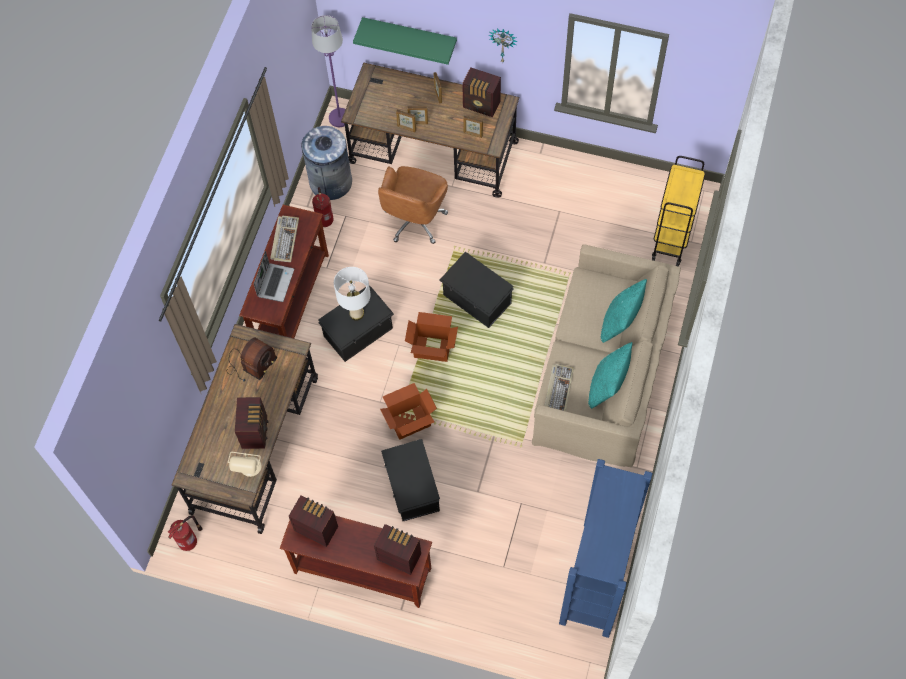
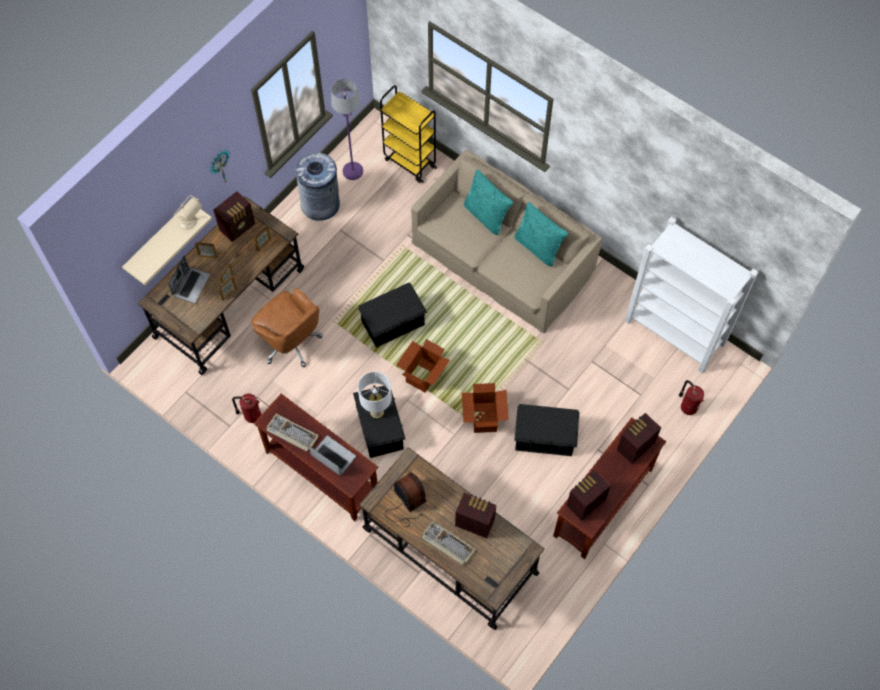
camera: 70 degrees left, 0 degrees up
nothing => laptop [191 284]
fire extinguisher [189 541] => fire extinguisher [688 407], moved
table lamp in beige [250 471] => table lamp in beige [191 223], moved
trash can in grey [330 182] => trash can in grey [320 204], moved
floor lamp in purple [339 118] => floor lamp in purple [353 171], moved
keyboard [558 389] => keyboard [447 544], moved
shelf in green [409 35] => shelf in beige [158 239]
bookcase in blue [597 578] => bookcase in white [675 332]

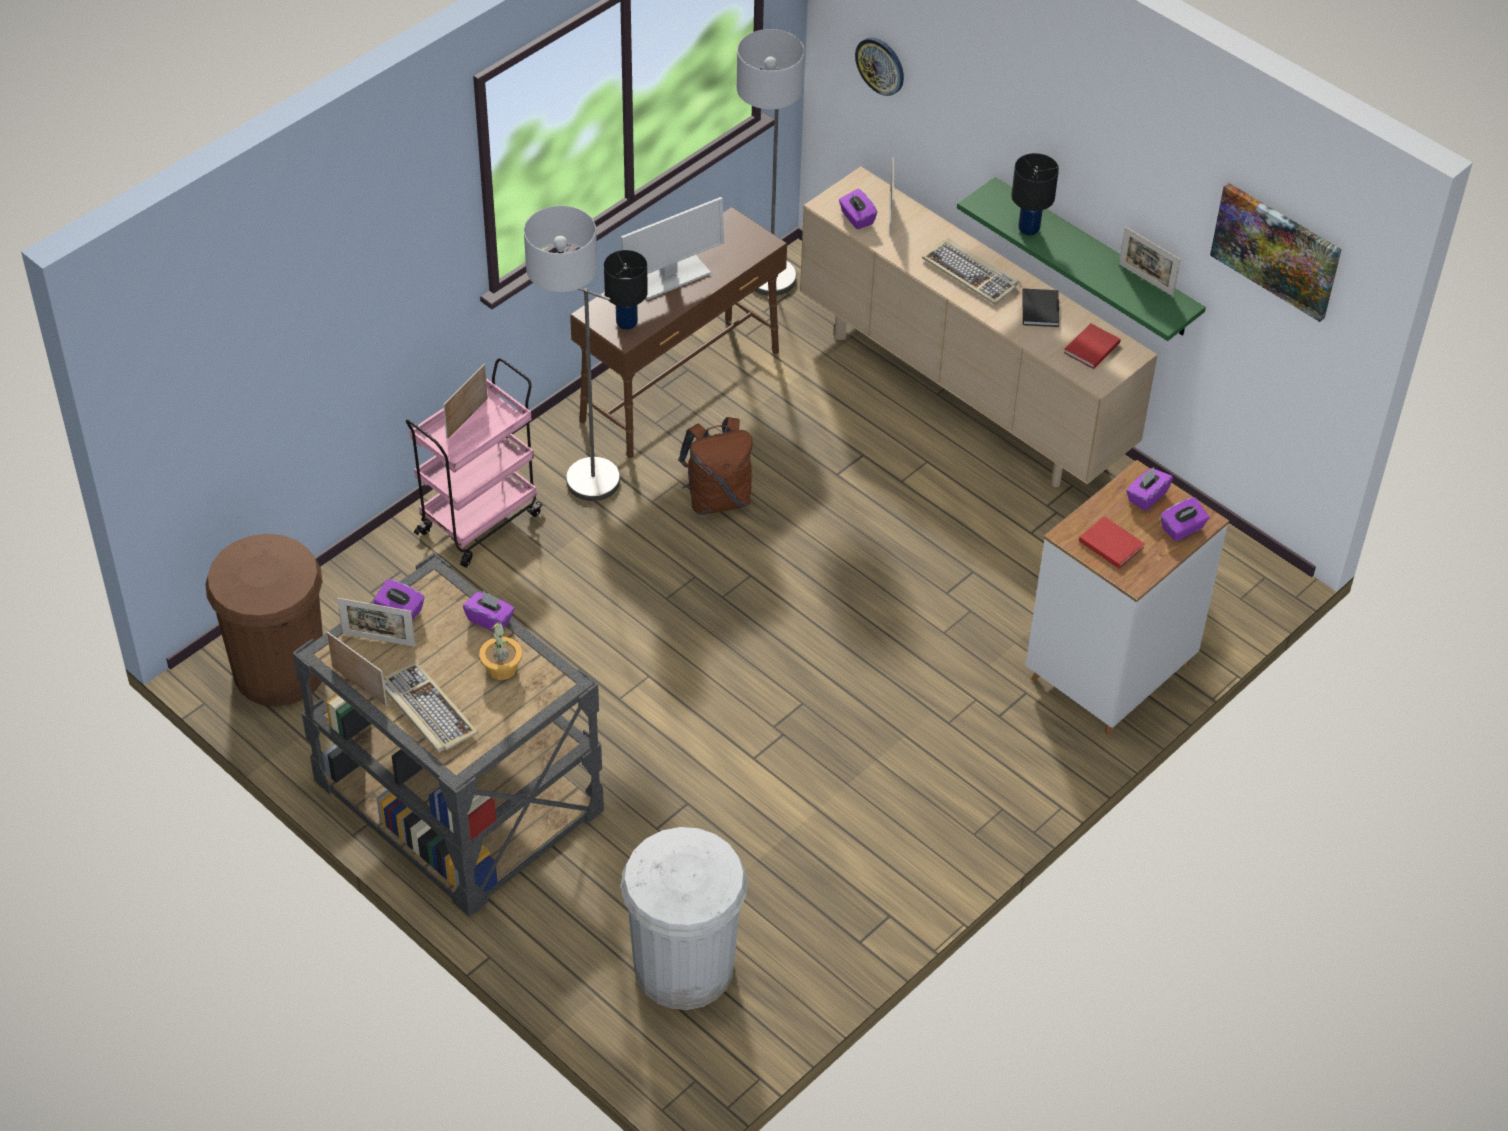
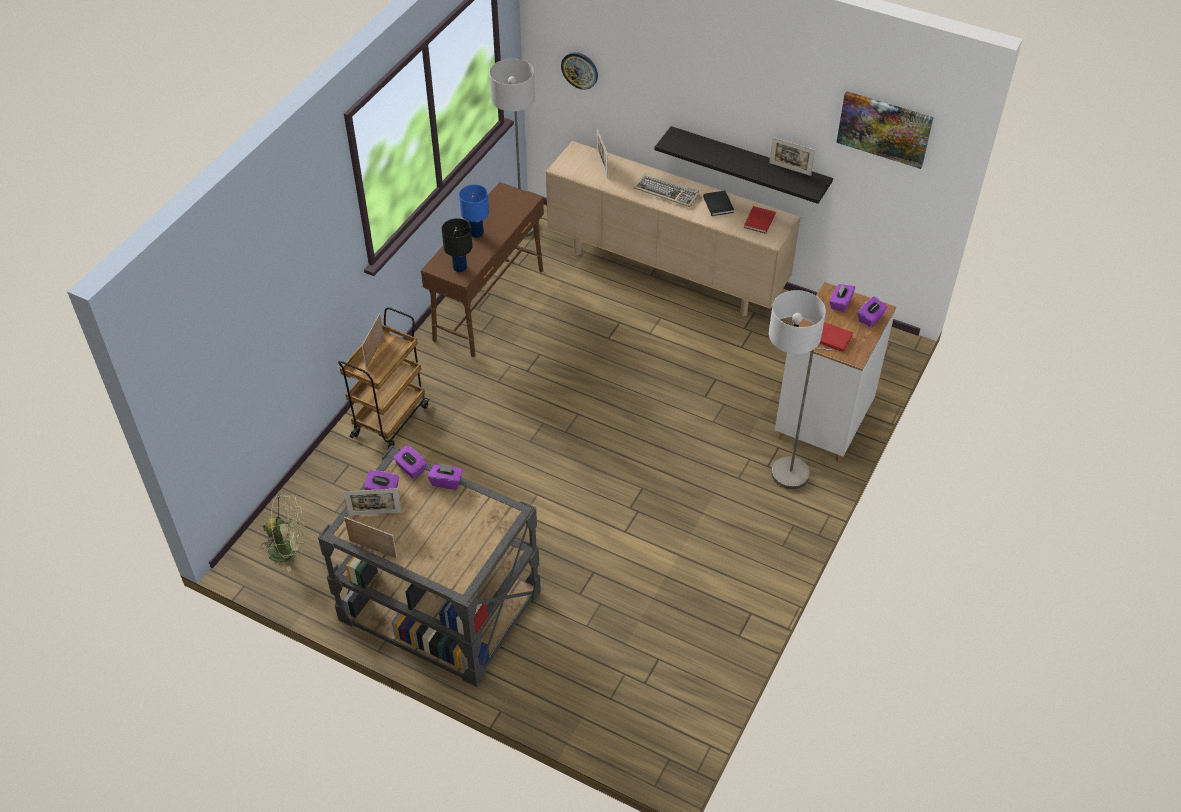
camera: 15 degrees left, 0 degrees up
keyboard [426 710] => nothing
potted plant [502 668] => nothing
trash can in white [684 967] => nothing
backpack in brown [717 499] => nothing
table lamp in black [1030 230] => nothing
floor lamp in grey [578 475] => floor lamp in grey [778 472], moved
tissue box in purple [856 218] => tissue box in purple [411 468], moved
trash can in brown [279 670] => fan in green [289 550]
monitor [669 277] => table lamp in blue [476 233]
cart in pink [481 523] => cart in brown [391 420]
shelf in green [1095 259] => shelf in black [749 164]

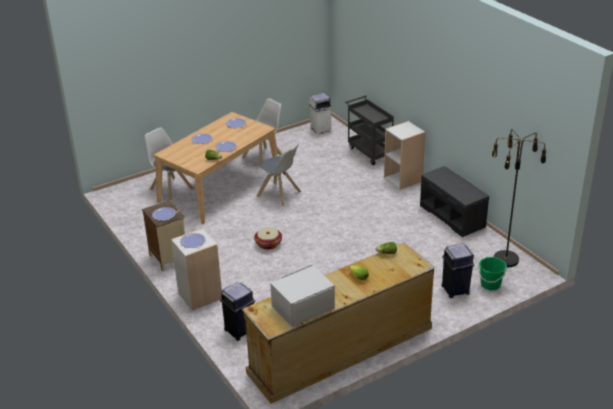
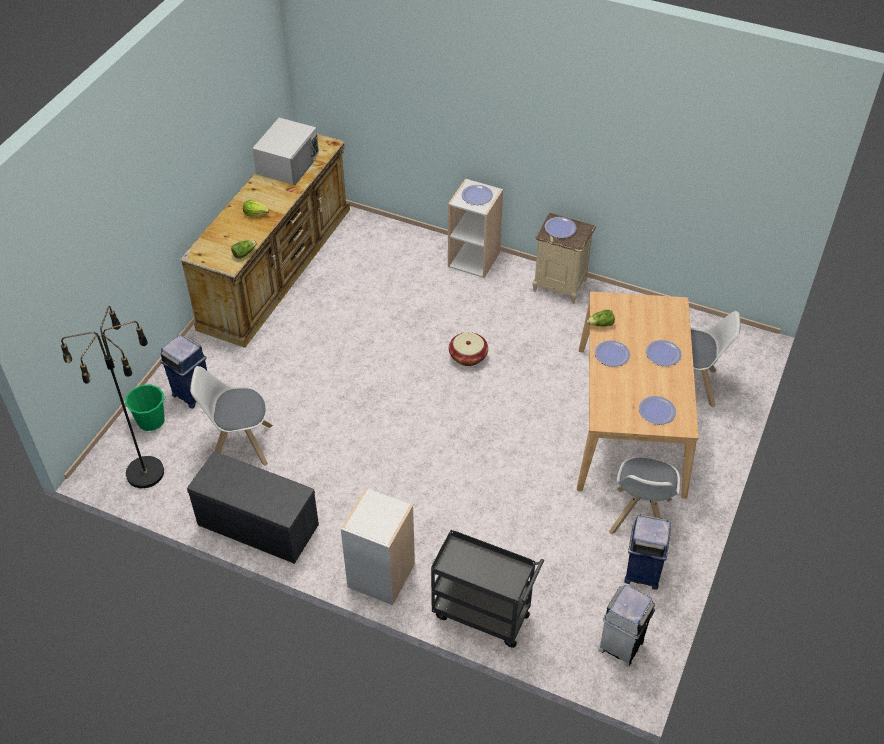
camera: 145 degrees right, 15 degrees up
trash can in blue [240 330] => trash can in blue [642 572], moved
chair [280 194] => chair [239 444], moved

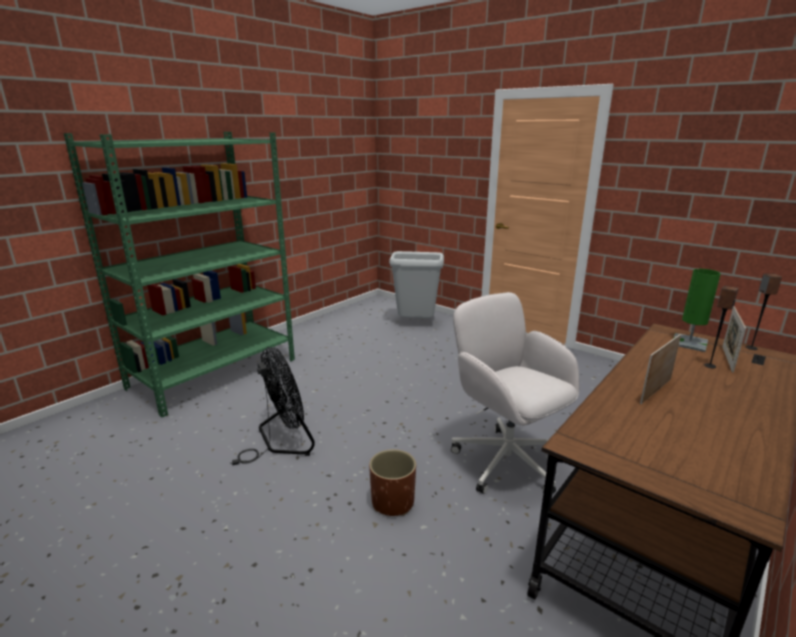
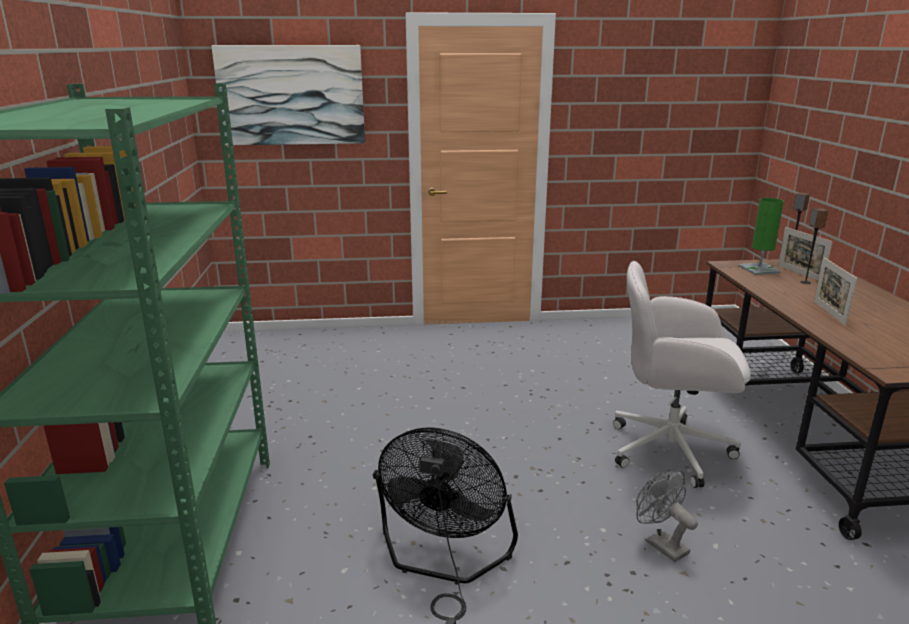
camera: 45 degrees left, 0 degrees up
trash can in grey [416 323] => nothing
nothing => picture [291 95]
planter in brown [392 502] => fan in grey [661 544]

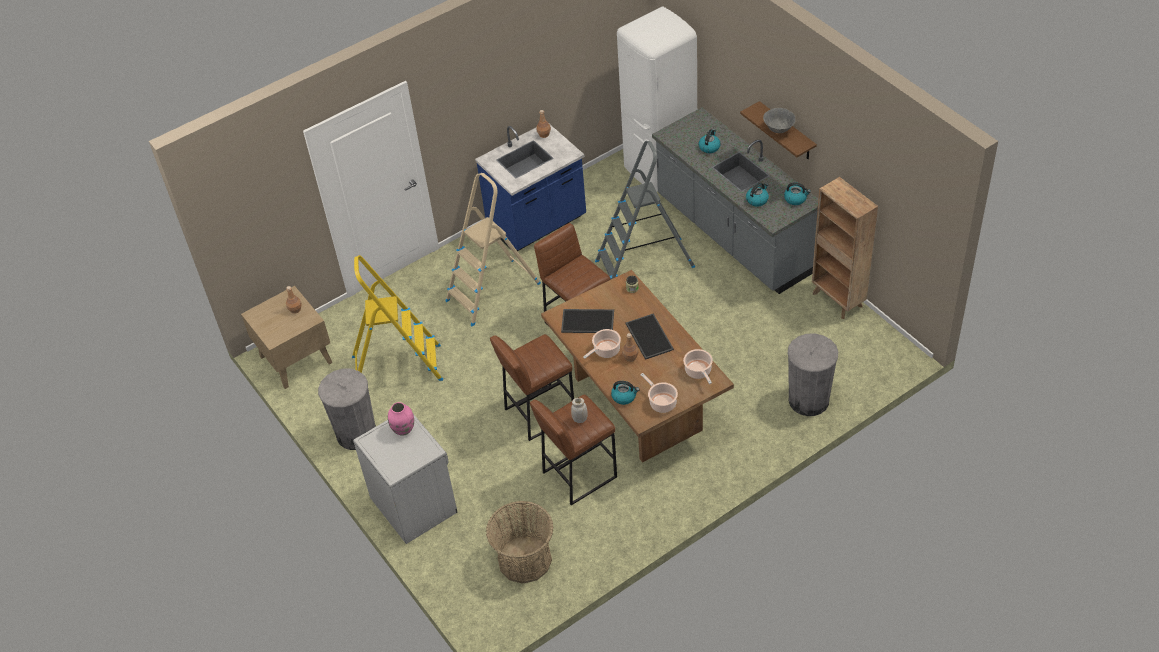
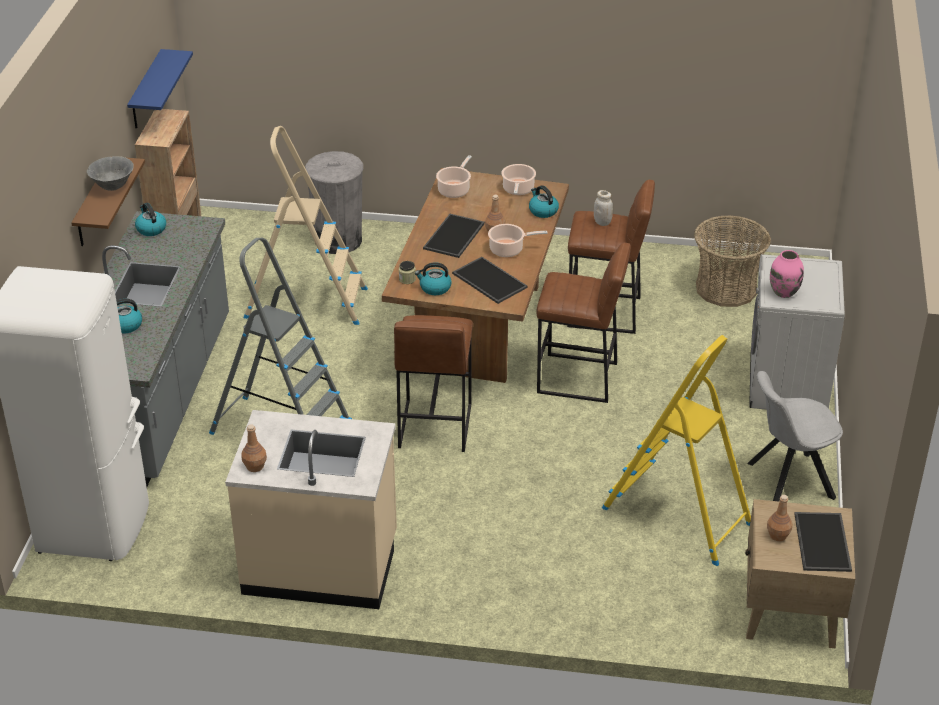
camera: 140 degrees left, 10 degrees down
nothing => shelf in blue [146 91]
nothing => tray [821 541]
step ladder in beige [492 292] => step ladder in beige [307 303], moved
kettle [757 200] => kettle [434 288], moved
trash can in grey [356 433] => chair in grey [788 481]
counter in blue [537 224] => counter in beige [320 565]

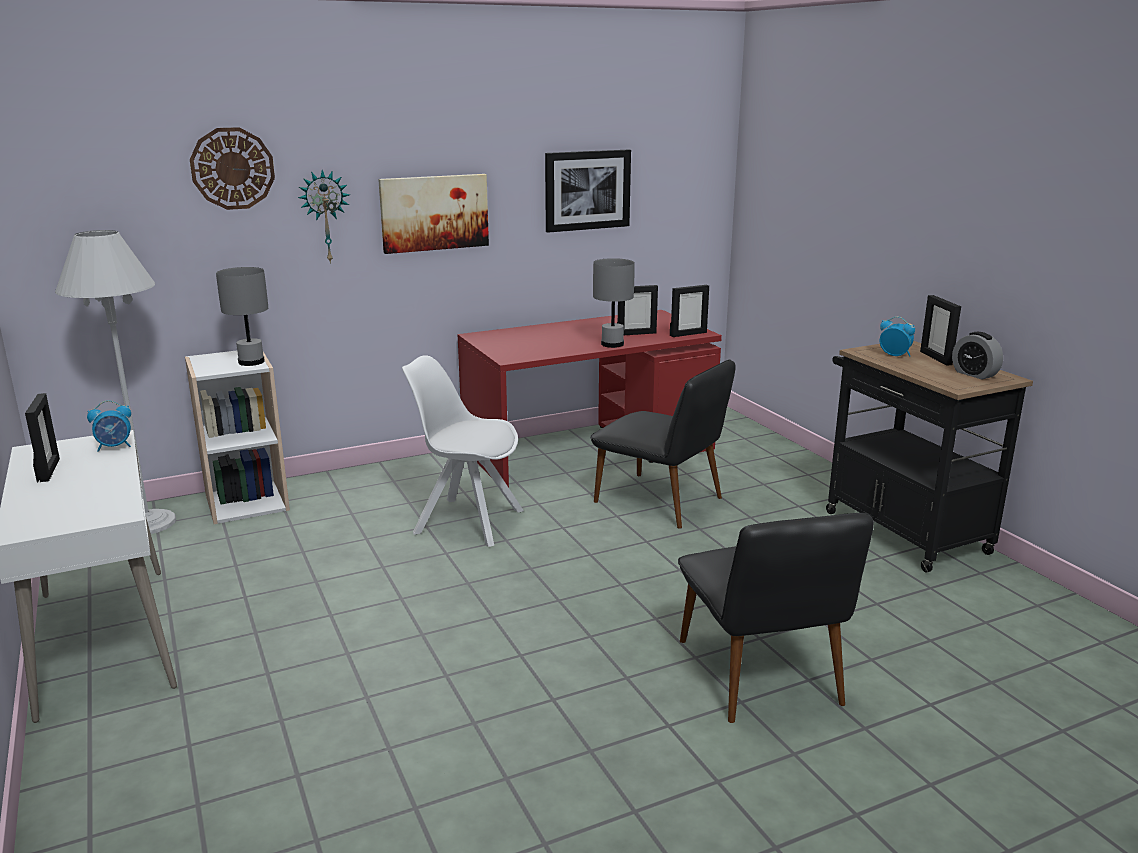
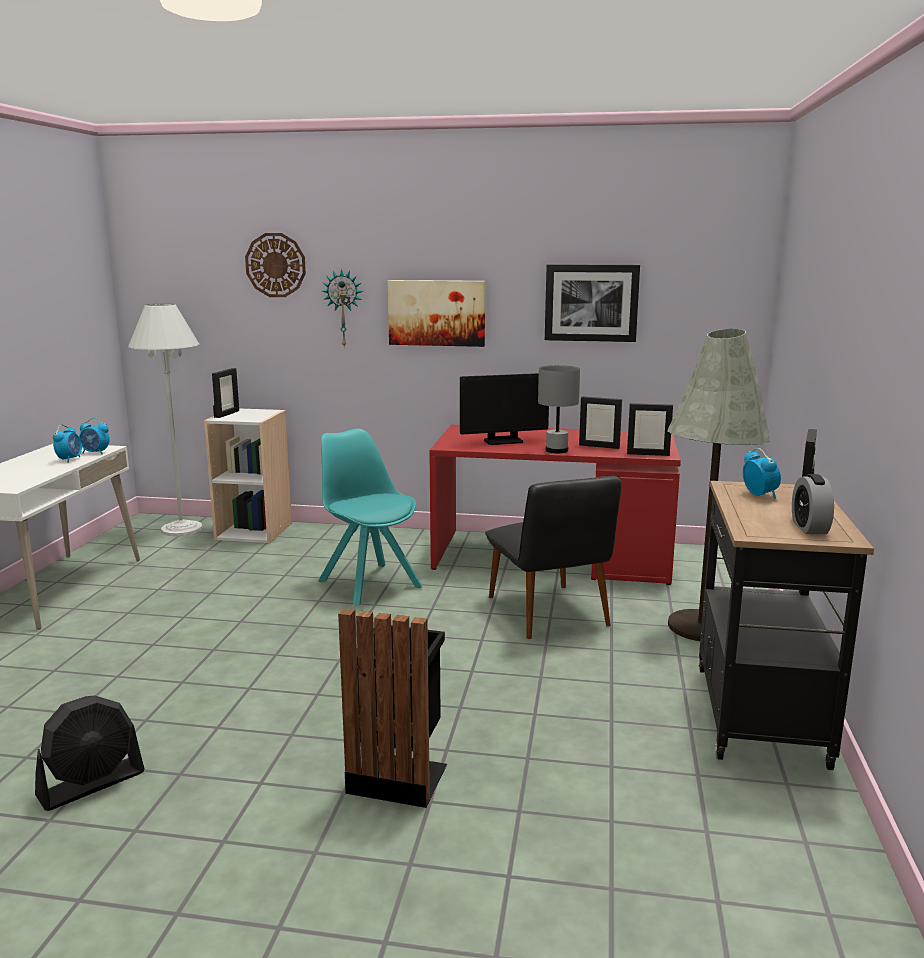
camera: 35 degrees right, 5 degrees down
table lamp in grey [252 362] => nothing
nothing => fan in black [92 784]
nothing => alarm clock [70 459]
nothing => monitor [503 441]
nothing => floor lamp in grey [701 626]
picture frame [48 470] => picture frame [226 414], moved
chair in black [758 671] => trash can in black [398 775]
chair in white [467 521] => chair in turquoise [369 583]

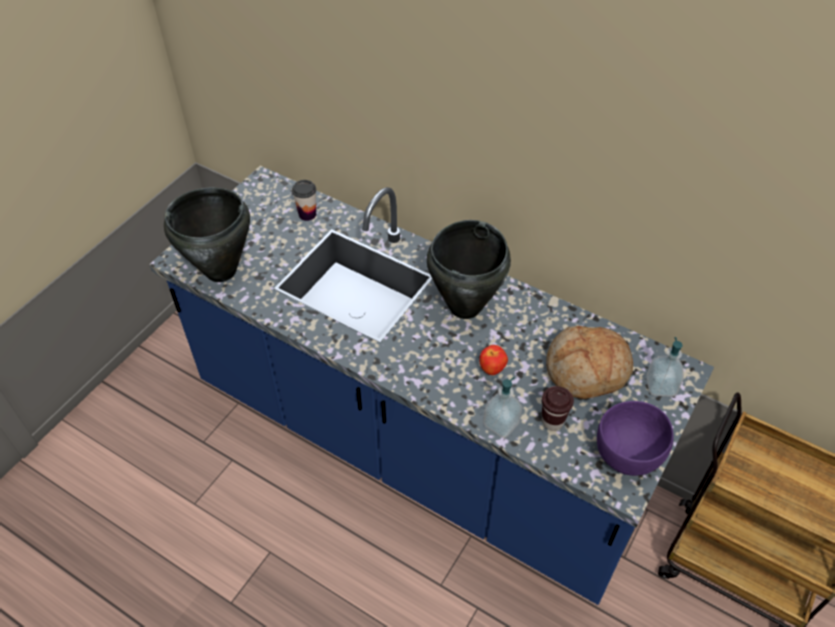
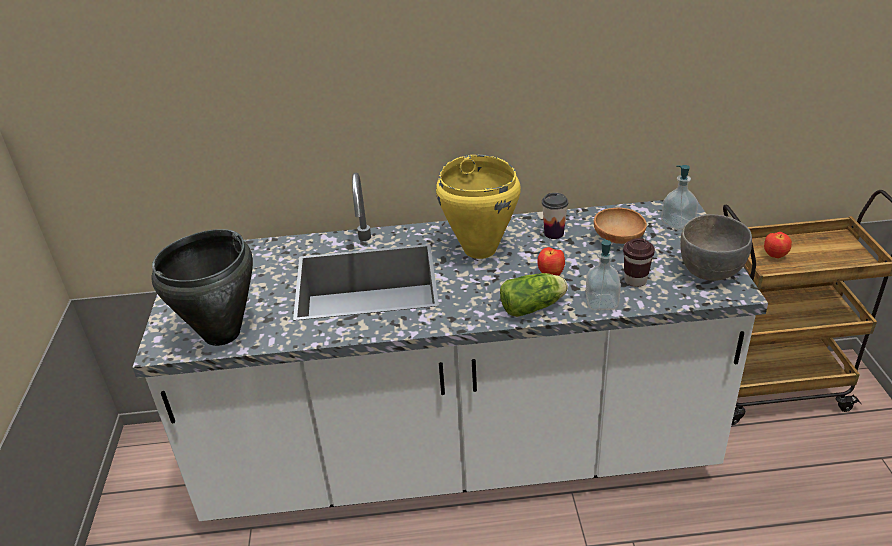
camera: 35 degrees left, 15 degrees down
nothing => lettuce [534 307]
nothing => apple [775 256]
cup [307 214] => cup [554 233], moved
bread [587 371] => bowl in brown [619 240]
counter in blue [417 444] => counter in white [457 454]
cooking pot in black [464 307] => cooking pot in yellow [479 250]
bowl in purple [627 455] => bowl in grey [710 271]

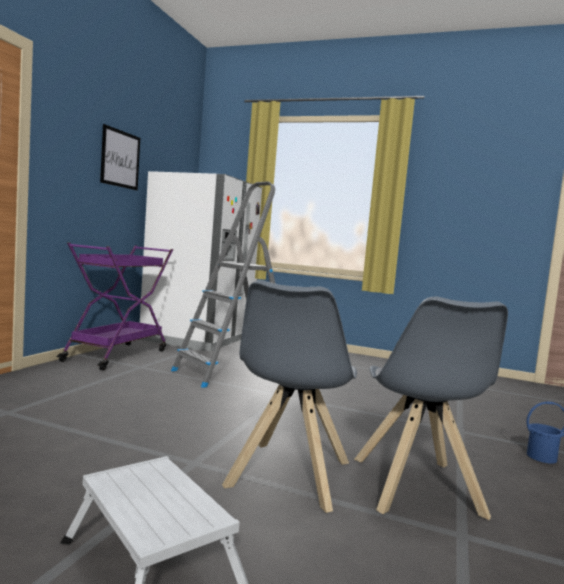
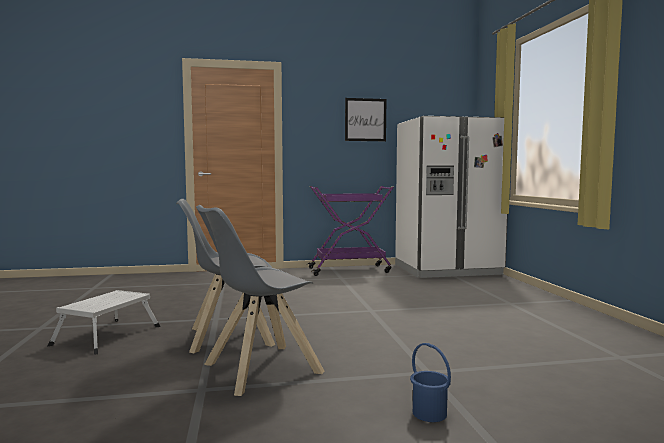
camera: 60 degrees right, 0 degrees up
step ladder in grey [234 372] => nothing

